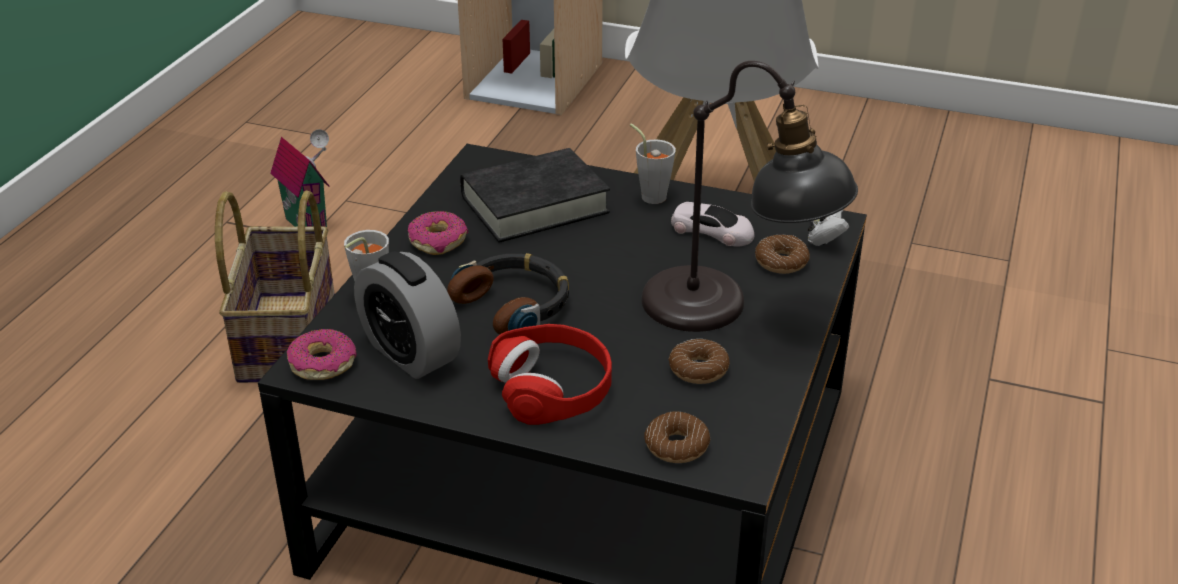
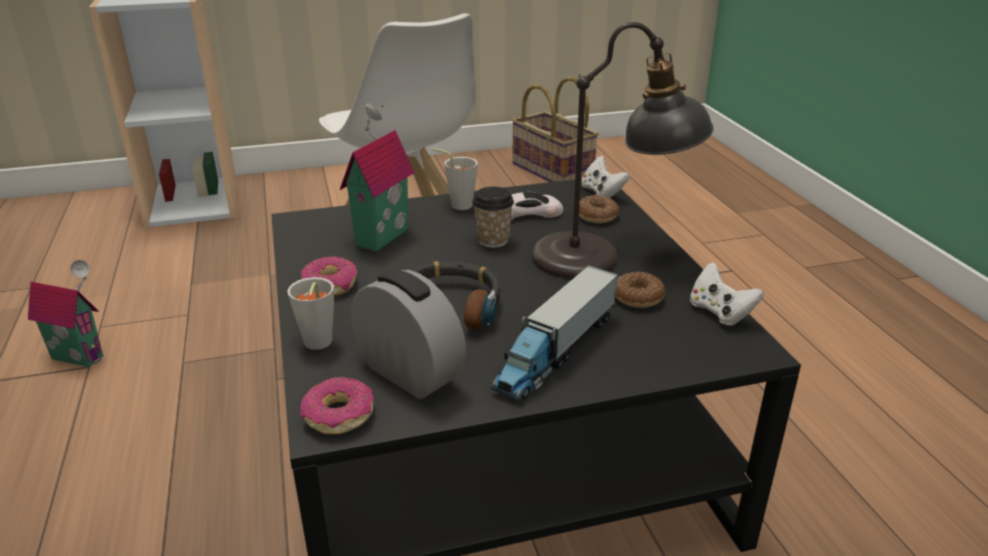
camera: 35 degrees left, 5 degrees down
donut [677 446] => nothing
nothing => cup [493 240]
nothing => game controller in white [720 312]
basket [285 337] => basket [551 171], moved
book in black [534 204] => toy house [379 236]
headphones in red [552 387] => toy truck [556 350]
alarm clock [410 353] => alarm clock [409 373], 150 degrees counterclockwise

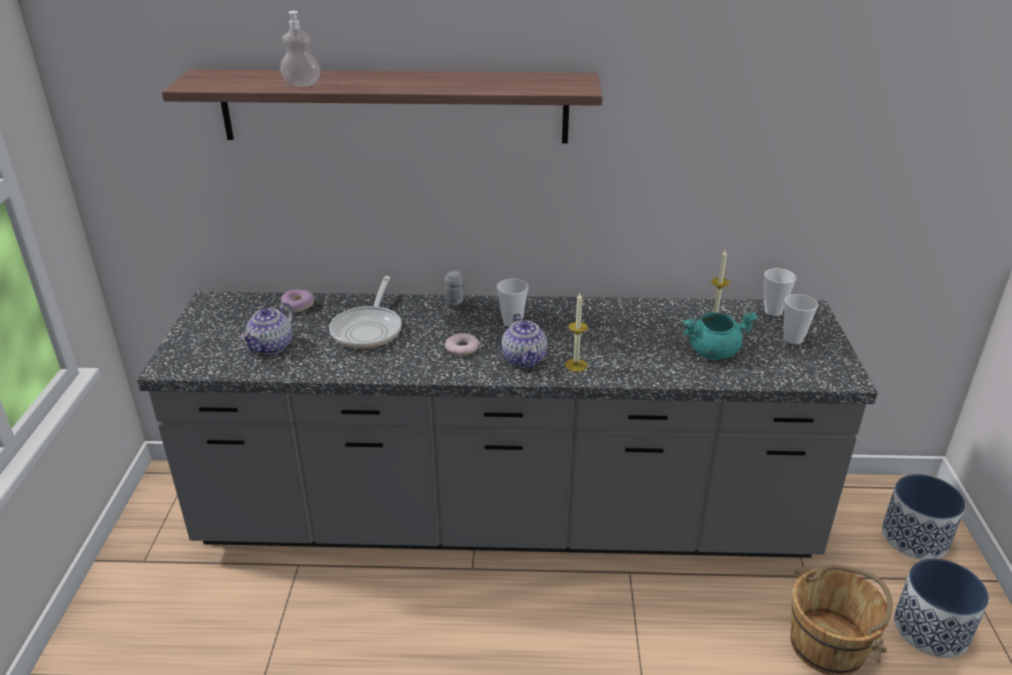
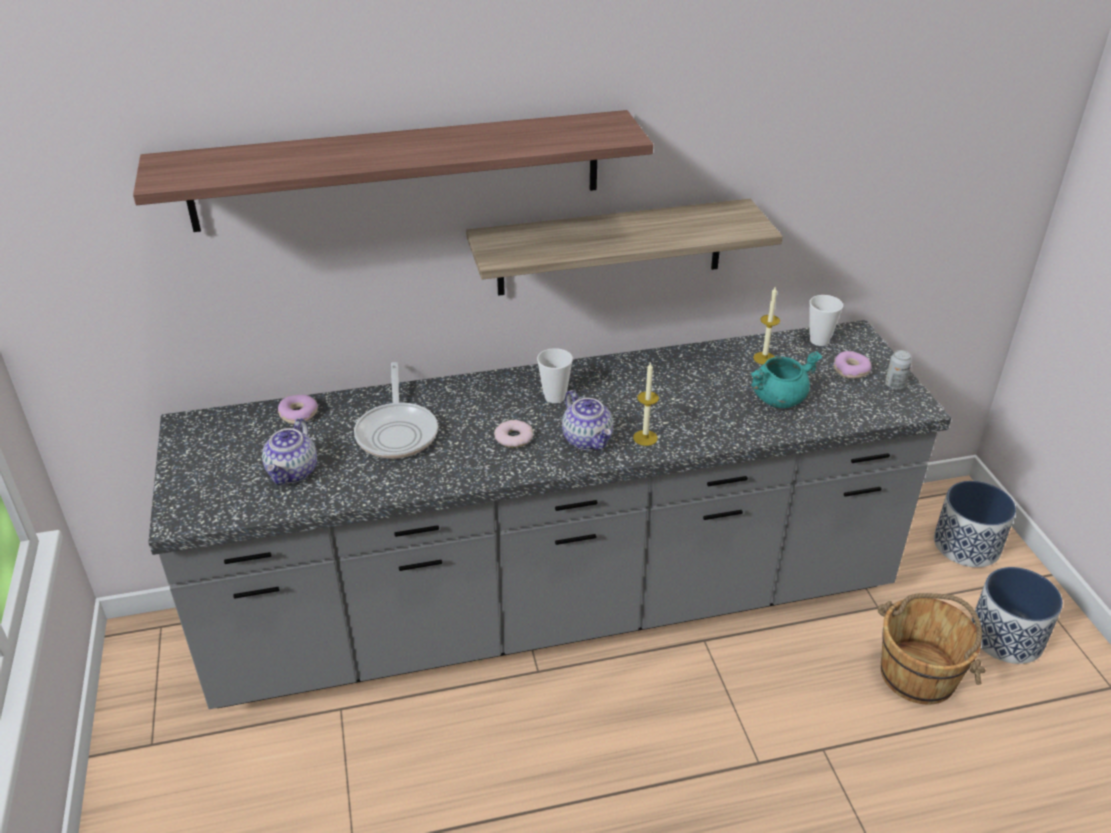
camera: 15 degrees left, 5 degrees up
soap dispenser [302 84] => nothing
nothing => shelf [610 247]
can [454 302] => can [895 385], moved
cup [793 339] => donut [851 370]

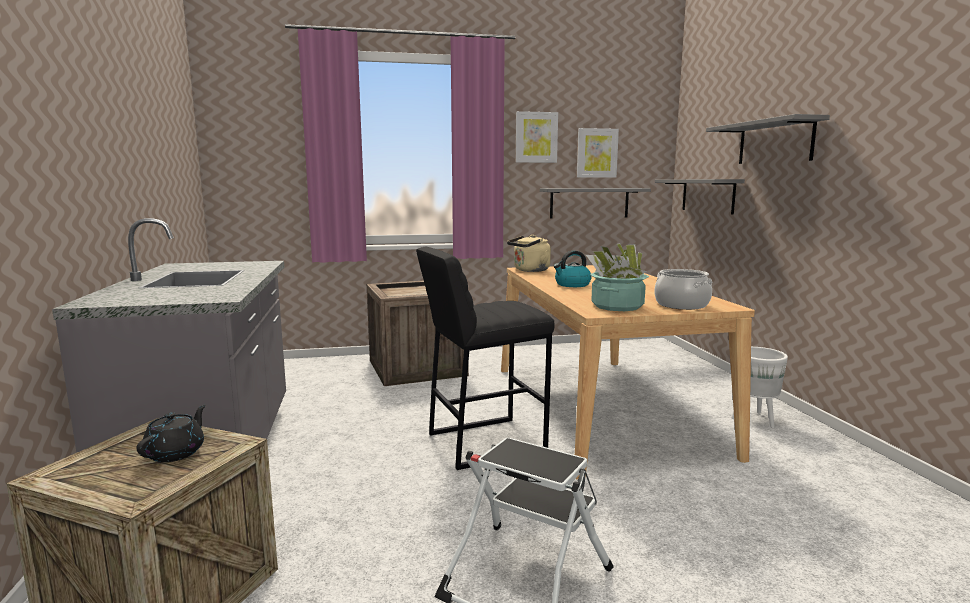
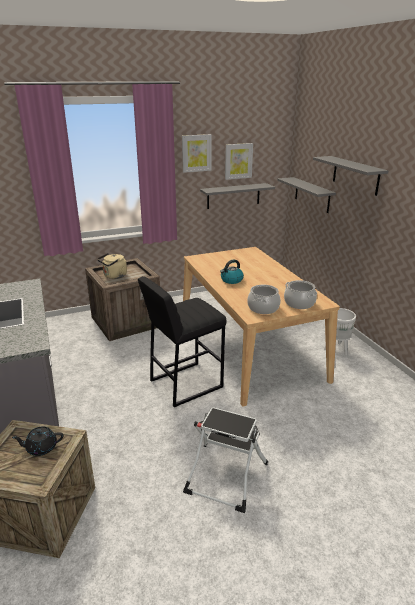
camera: 10 degrees left, 15 degrees up
kettle in beige [530 270] => kettle in beige [114 276], moved
potted plant [617 306] => cooking pot [263 308]
teapot in black [176 453] => teapot in black [41 448], 105 degrees counterclockwise

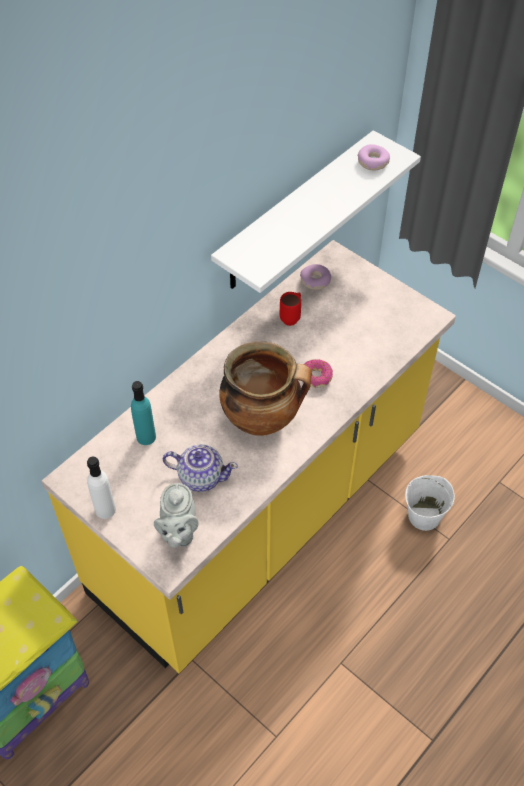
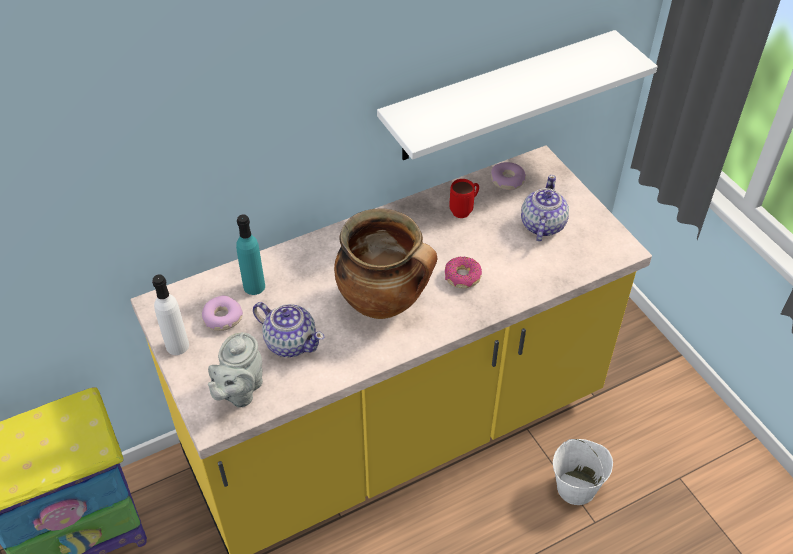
camera: 20 degrees right, 5 degrees down
nothing => teapot [542 225]
donut [372 162] => donut [222 318], moved

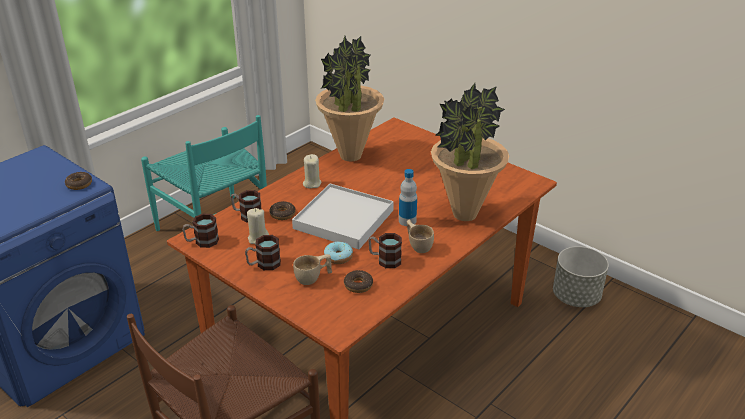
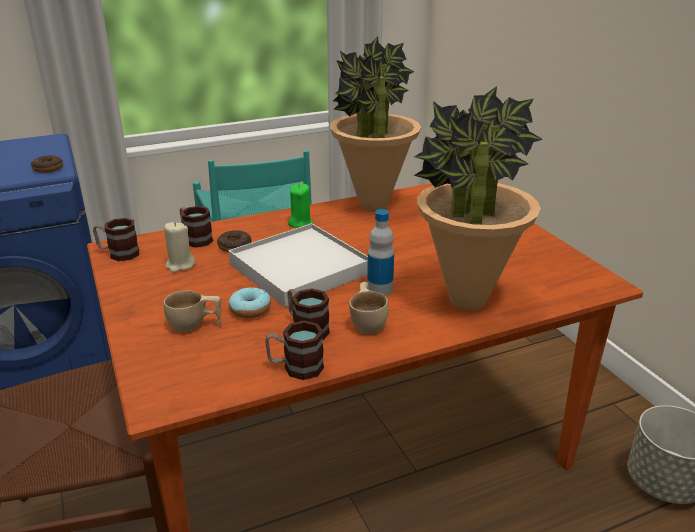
camera: 25 degrees right, 5 degrees down
donut [358 285] => nothing
mug [264 264] => mug [295 367], moved
candle in beige [312 183] => candle in green [300 223]

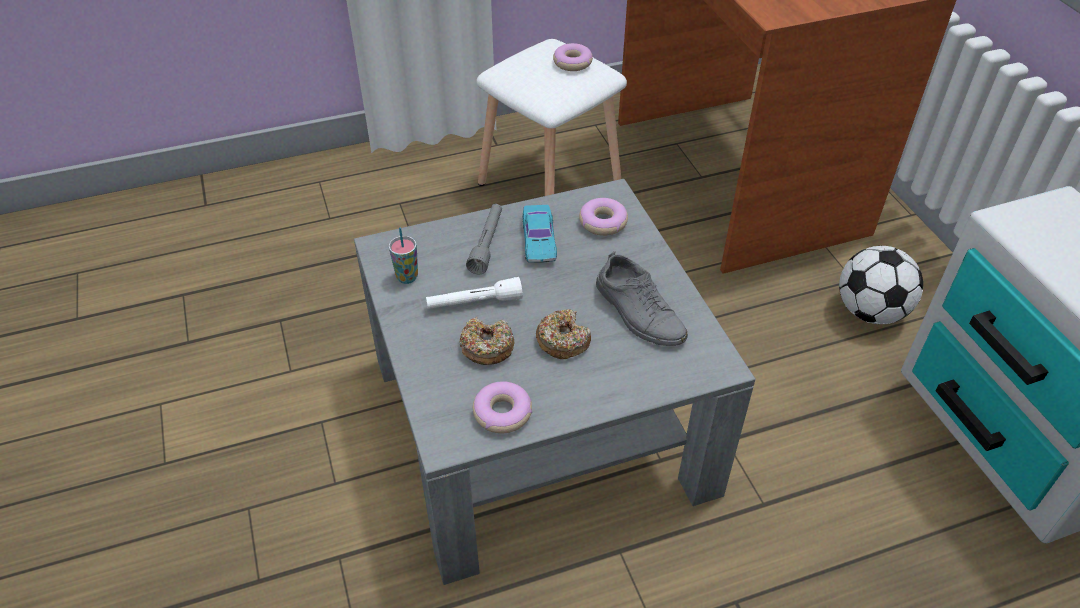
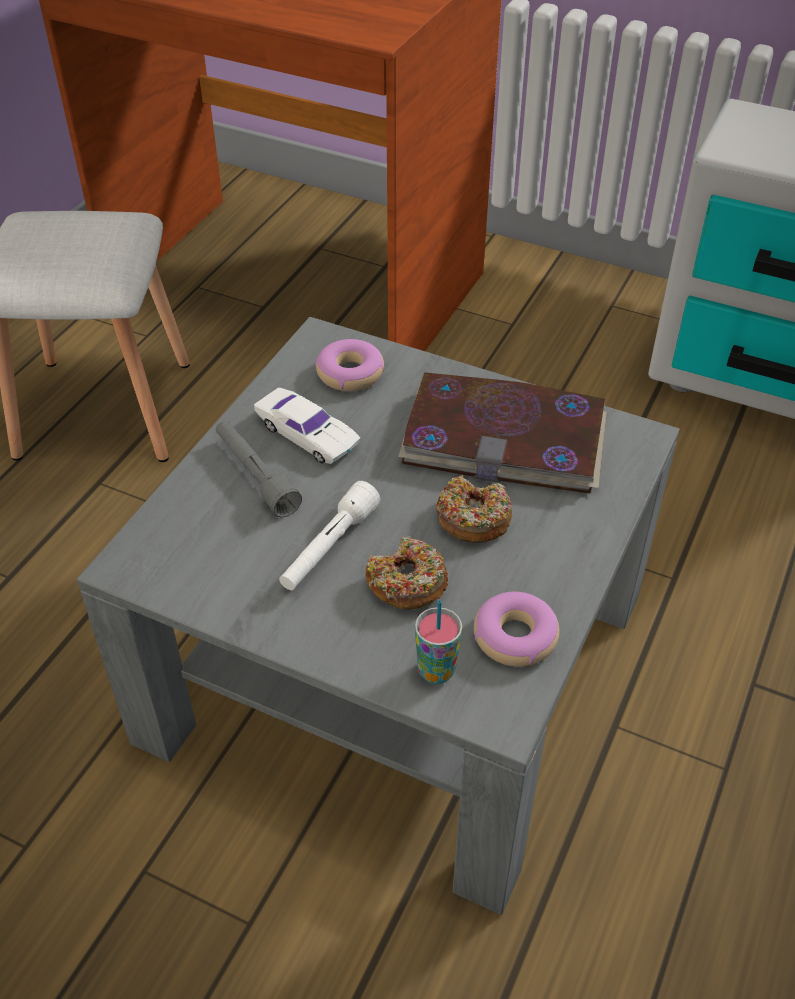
camera: 45 degrees left, 0 degrees up
donut [572 63] => nothing
football [870 312] => nothing
cup [407 277] => cup [436 671], moved
shoe in grey [639 312] => book [504 439]
toy car in turquoise [539 239] => toy car in white [307 434]

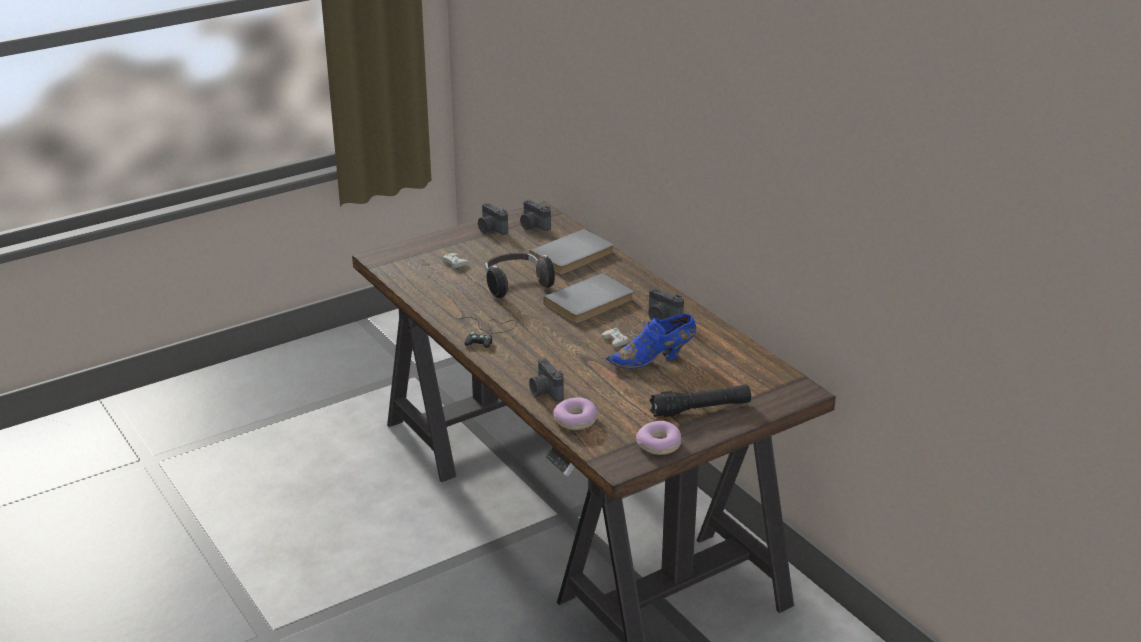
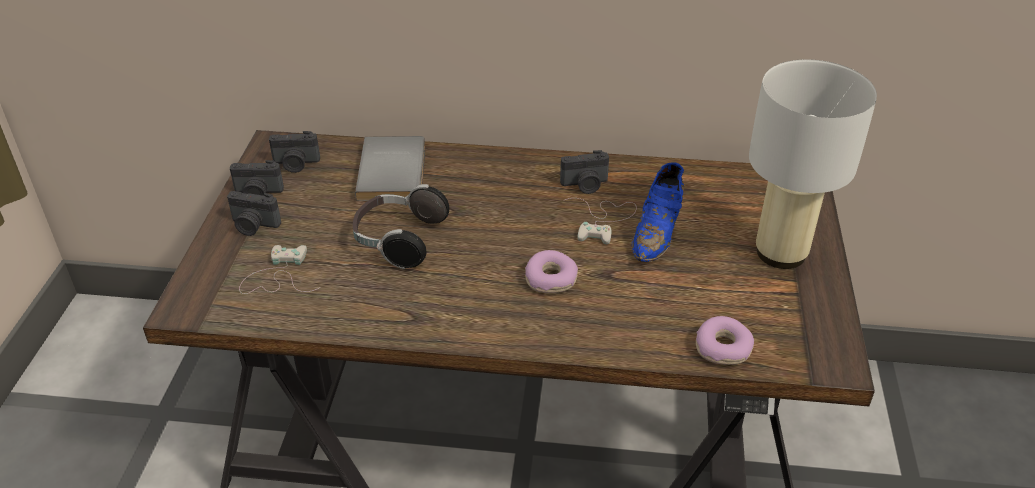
camera: 50 degrees left, 10 degrees up
game controller in black [488 333] => nothing
book in grey [591 303] => nothing
photo camera [545 392] => photo camera [253 226], moved
donut [659 445] => donut [551 279], moved
flashlight in black [700 409] => table lamp in white [779 253]

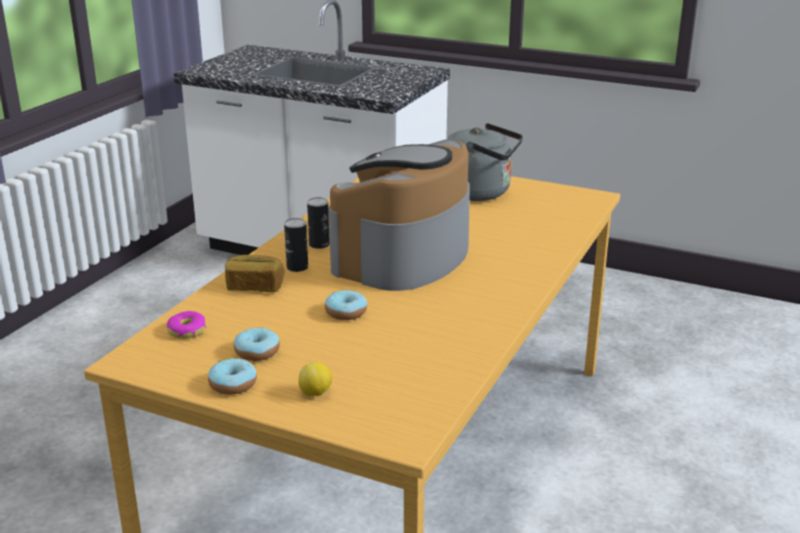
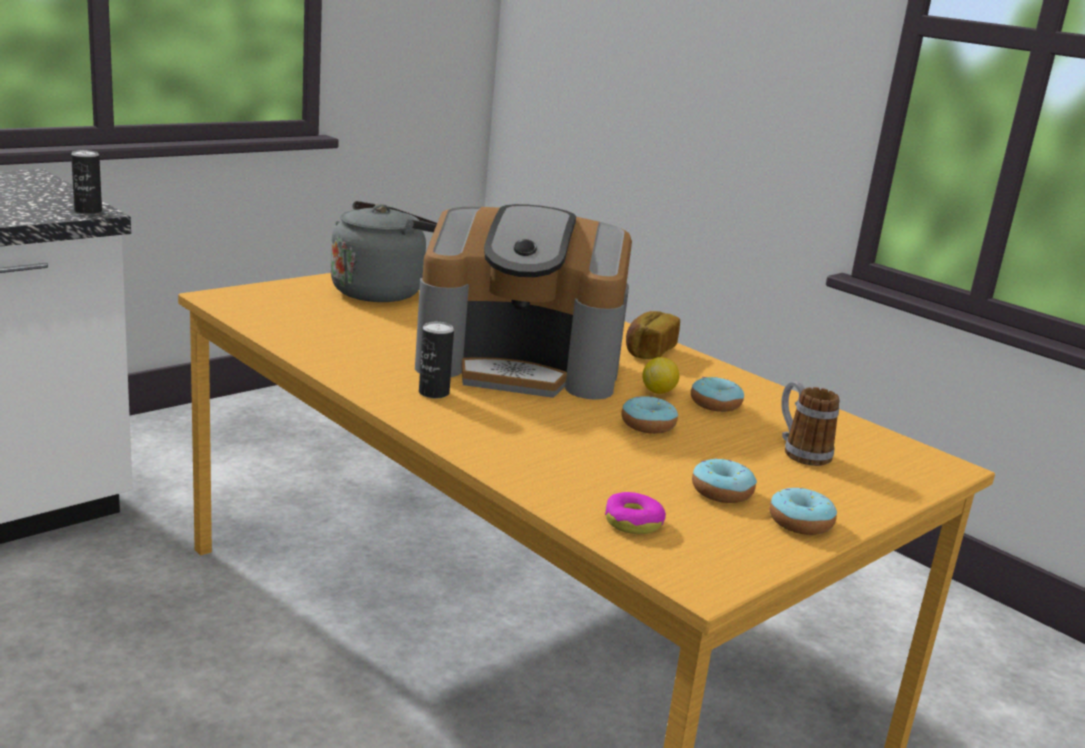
camera: 70 degrees left, 5 degrees down
nothing => donut [715 404]
nothing => mug [800 451]
bread [255 286] => bread [648 351], moved
can [297 267] => can [88 211], moved
lemon [316 393] => lemon [658 392], moved
coffee machine [403 256] => coffee machine [521 365], 45 degrees counterclockwise

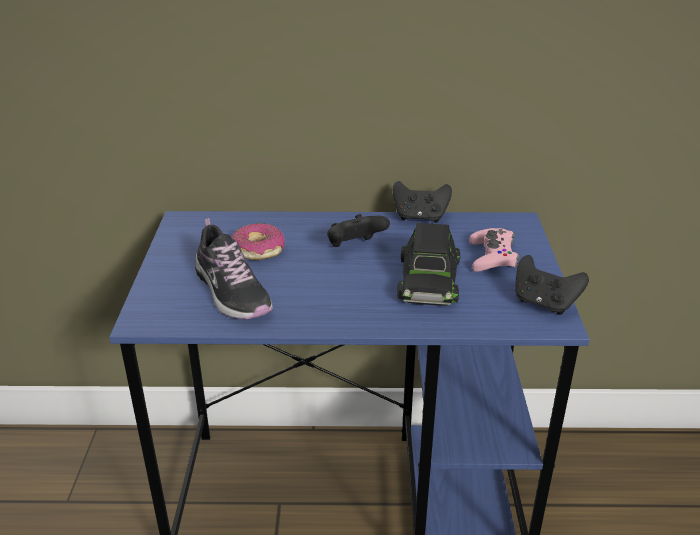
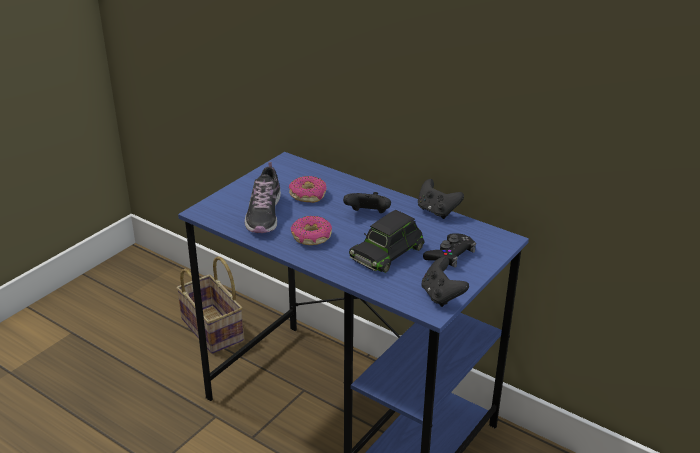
camera: 35 degrees right, 0 degrees up
nothing => basket [214 329]
nothing => donut [311 237]
game controller in pink [492 256] => game controller in black [450 255]

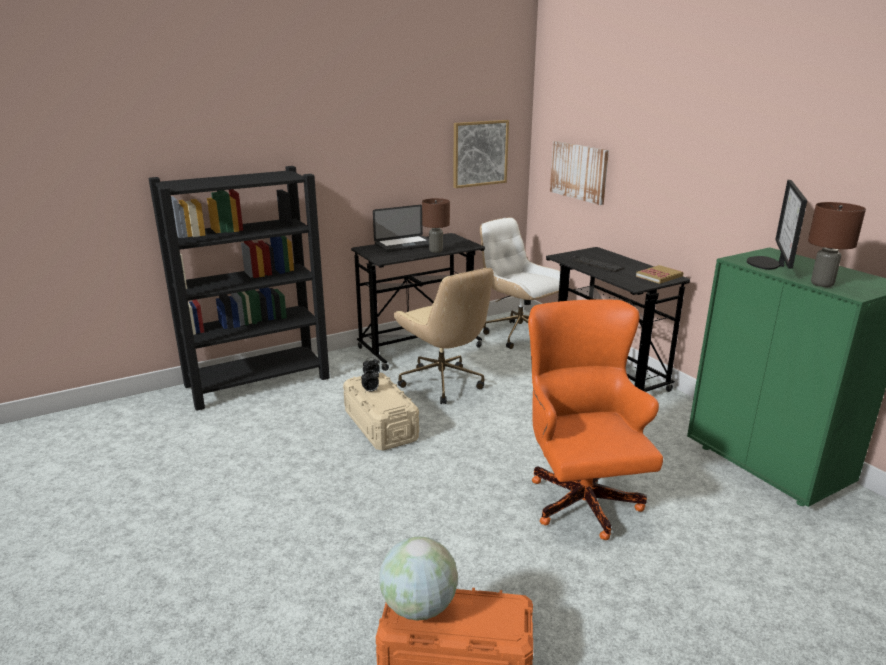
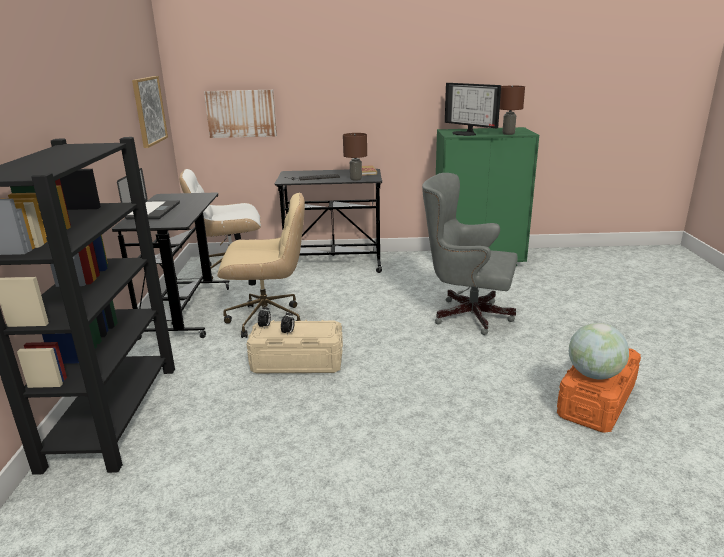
camera: 60 degrees left, 0 degrees up
table lamp in brown [435 251] => table lamp in brown [356 179], moved
office chair in orange [581 498] => office chair in grey [466 315]

